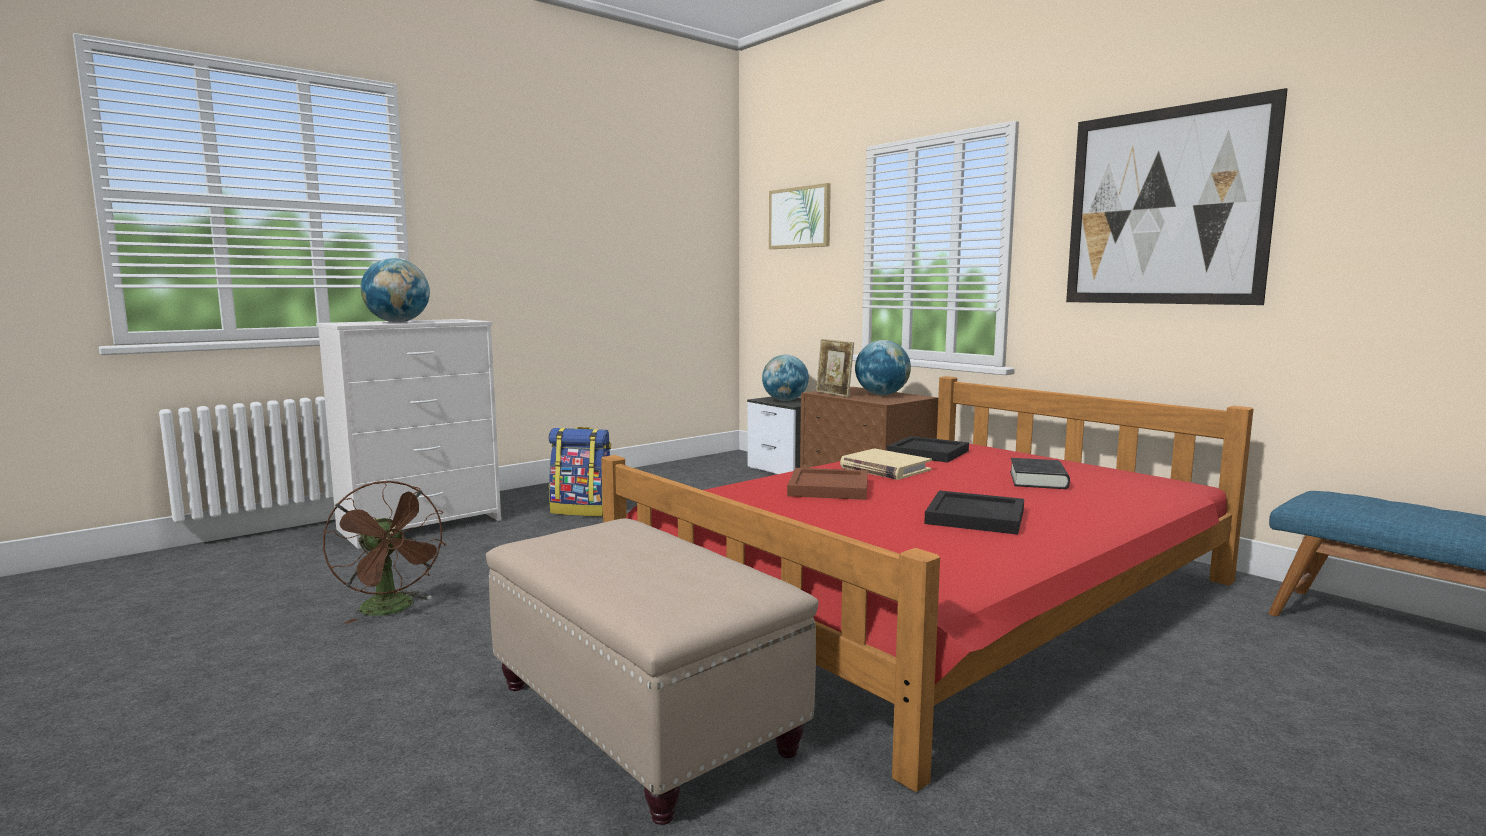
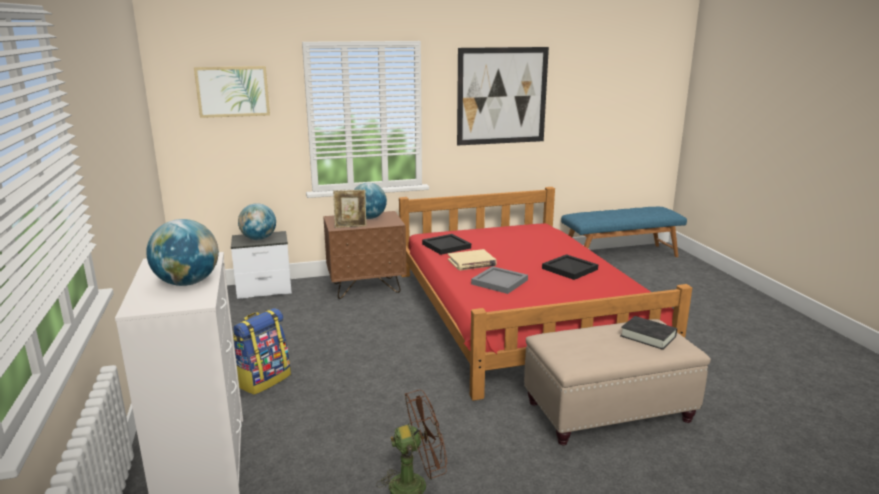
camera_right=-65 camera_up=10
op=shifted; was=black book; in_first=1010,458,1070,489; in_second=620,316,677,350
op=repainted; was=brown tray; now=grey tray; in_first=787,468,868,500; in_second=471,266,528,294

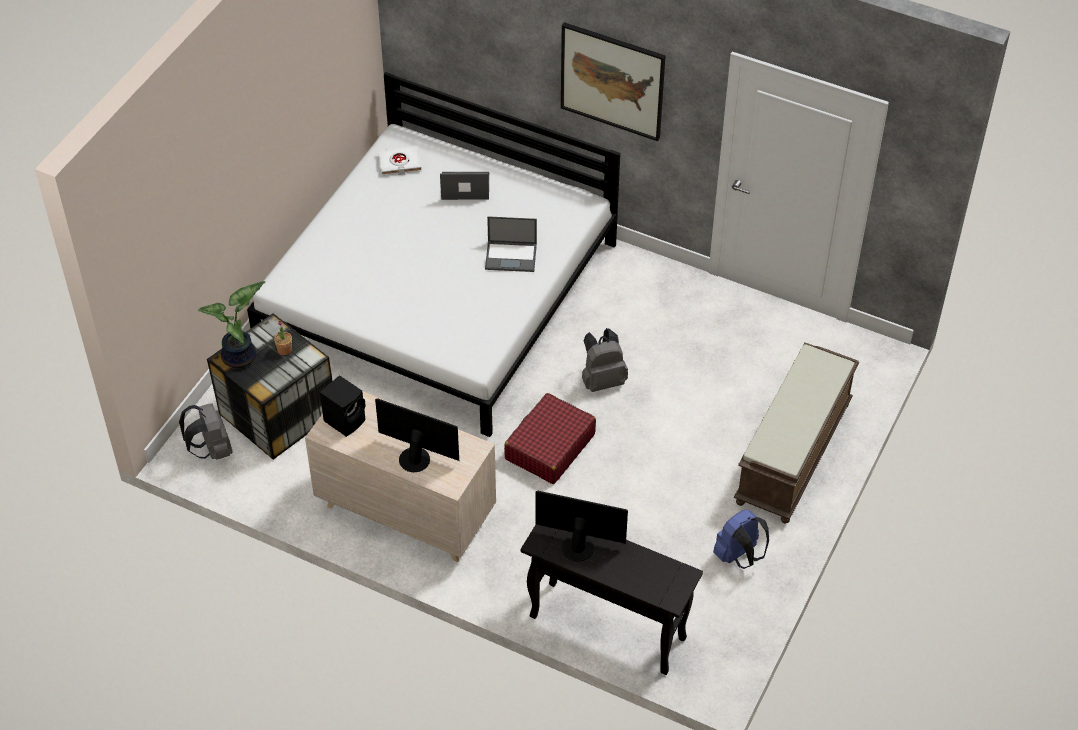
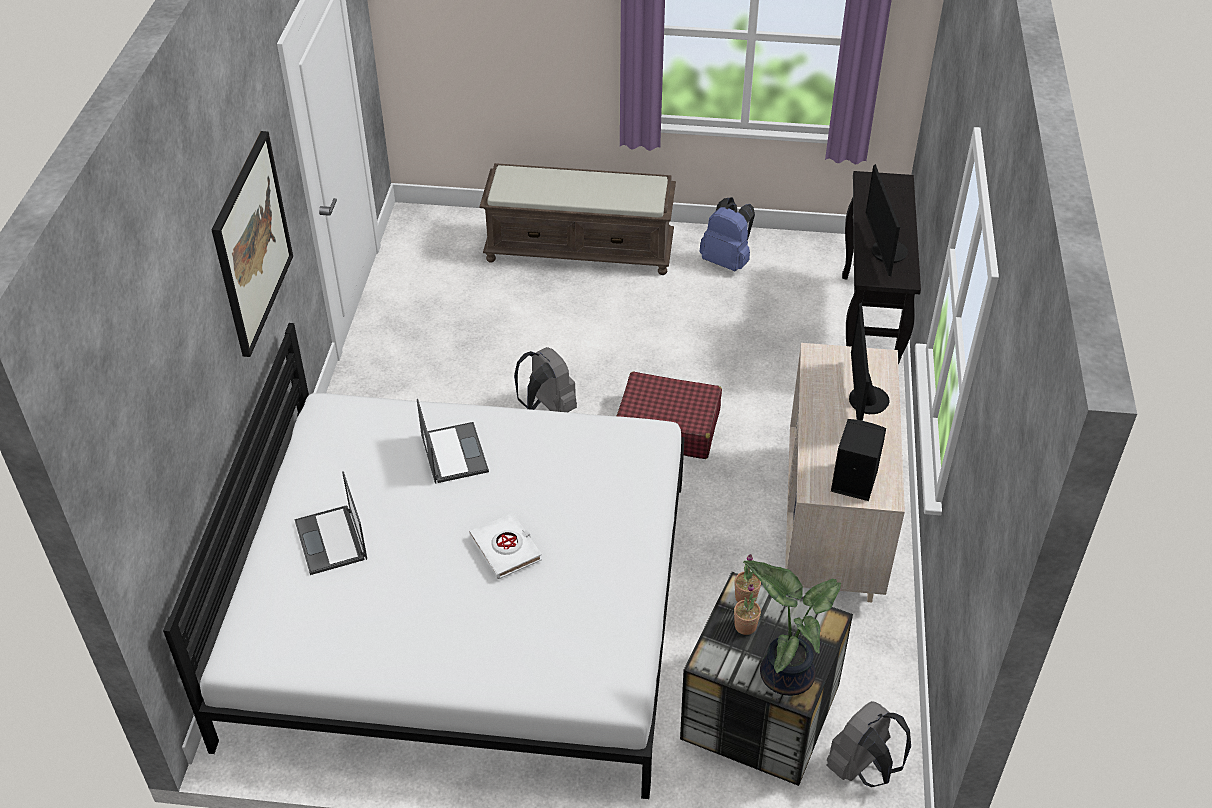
camera_right=-110 camera_up=-5
op=new; now=potted plant; in_second=734,554,761,602
op=shifted; was=white book; in_first=378,146,422,176; in_second=469,513,542,579

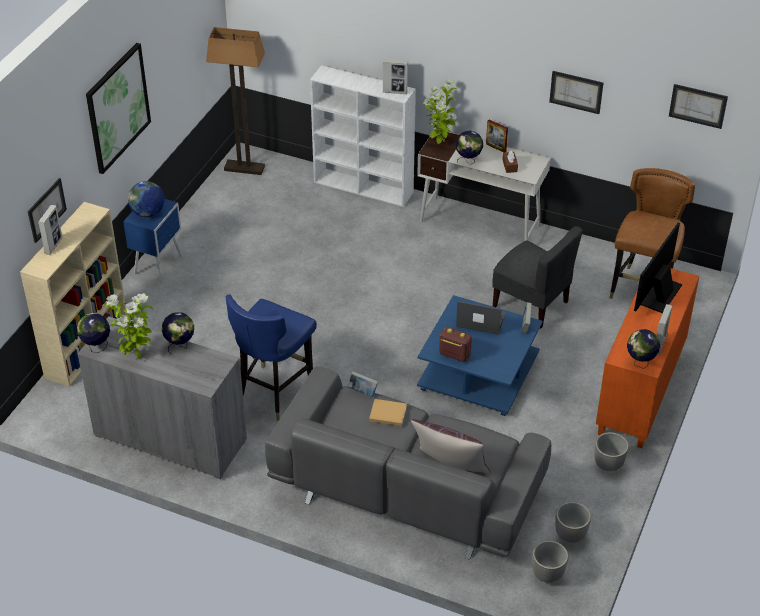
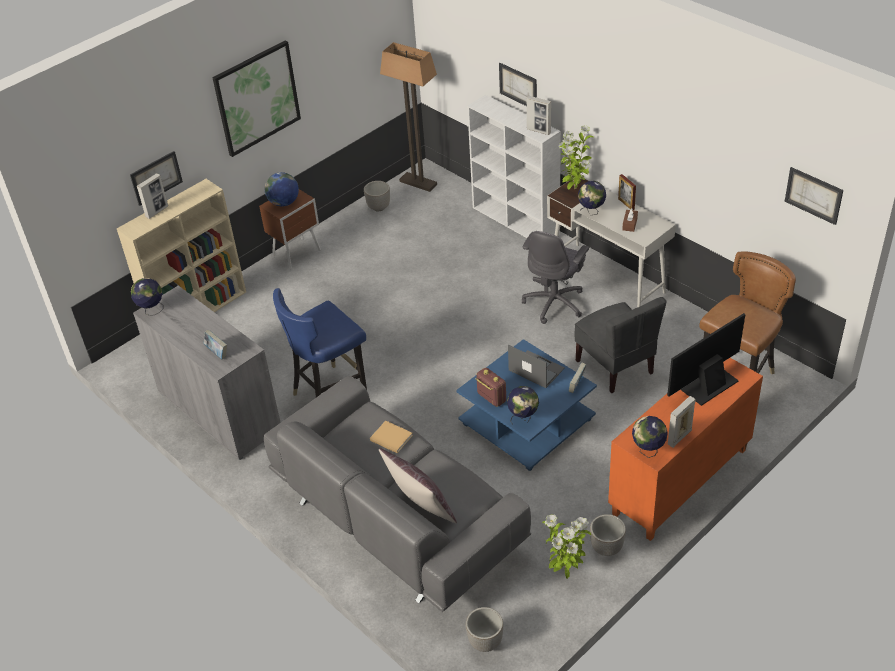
camera_right=25 camera_up=0
op=new; now=grey office chair; in_second=522,231,589,324
op=shifted; was=potted plant; in_first=104,293,153,359; in_second=542,514,591,579
op=shifted; was=globe; in_first=162,312,194,355; in_second=507,386,539,425
op=shifted; was=book; in_first=347,371,378,397; in_second=204,329,227,359
op=shifted; was=picture; in_first=549,71,603,114; in_second=499,63,537,106
op=shifted; was=planter; in_first=555,502,591,543; in_second=364,181,390,212
op=repainted; was=blue nightstand; now=brown nightstand; in_first=123,199,182,282; in_second=259,189,321,269

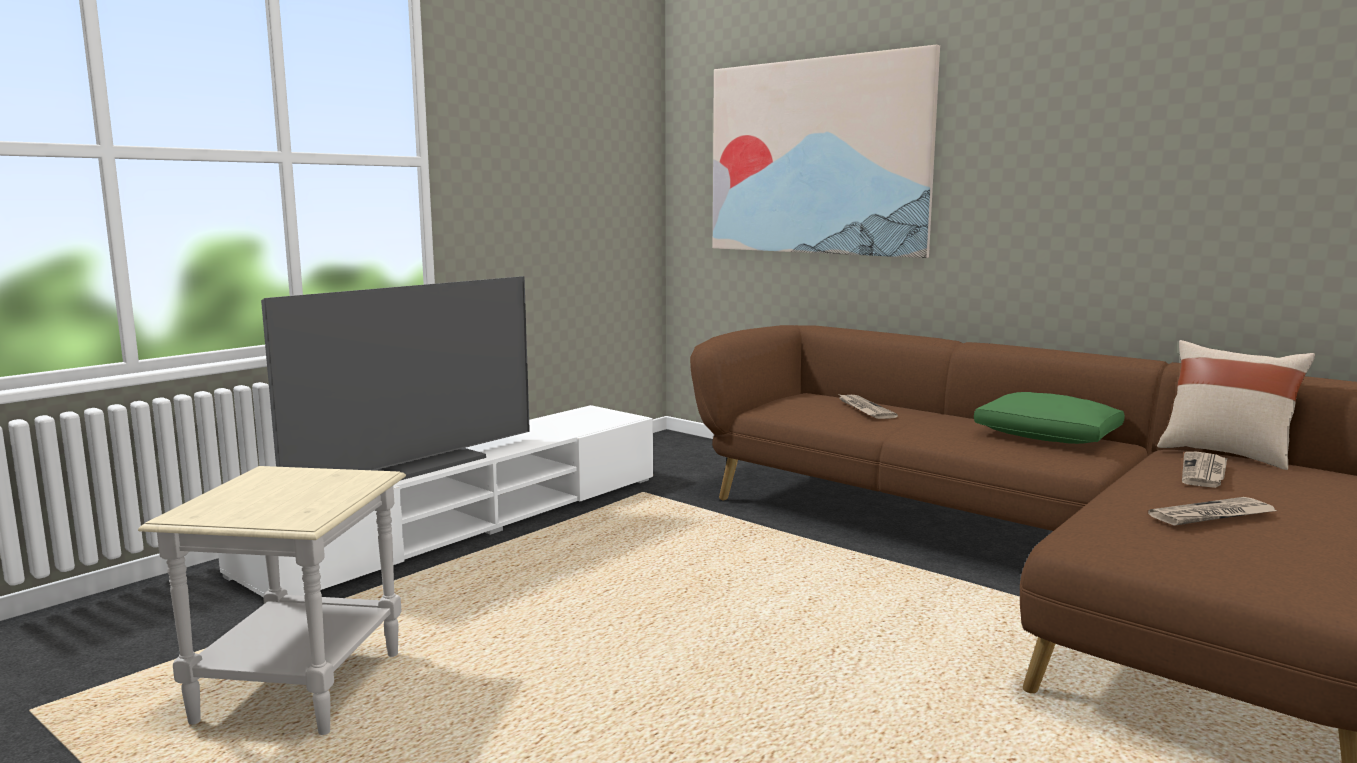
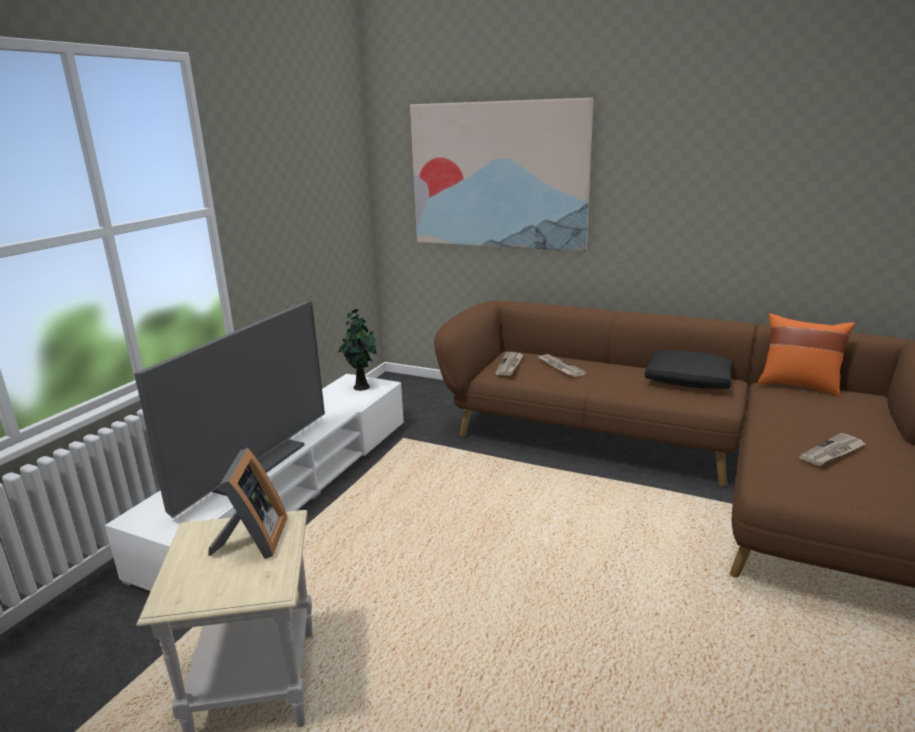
camera_right=-15 camera_up=10
op=new; now=picture frame; in_second=208,448,287,559
op=new; now=potted plant; in_second=338,309,377,391
op=shifted; was=newspaper; in_first=1182,452,1227,488; in_second=495,352,524,376
op=repainted; was=green pillow; now=black pillow; in_first=974,392,1125,444; in_second=645,350,734,389
op=repainted; was=beige pillow; now=orange pillow; in_first=1157,340,1315,470; in_second=758,313,855,396

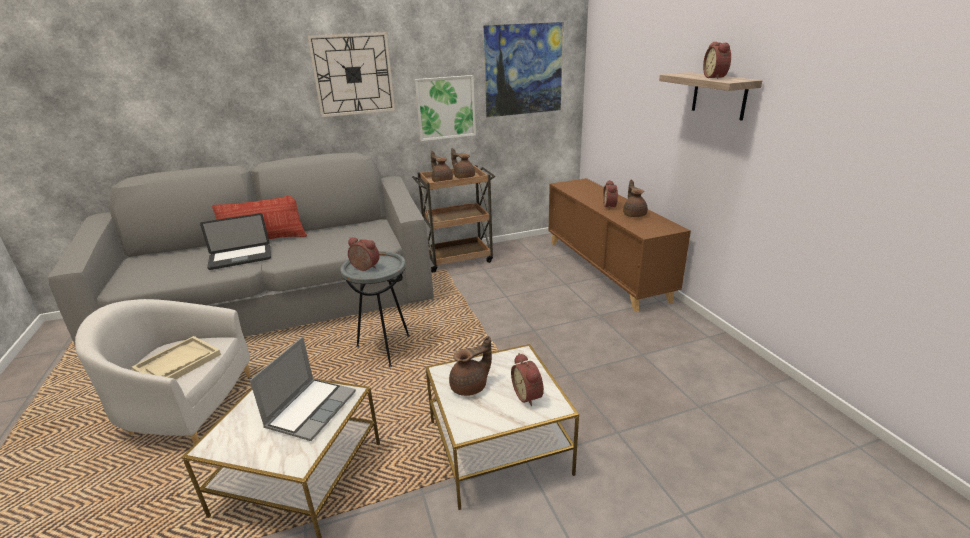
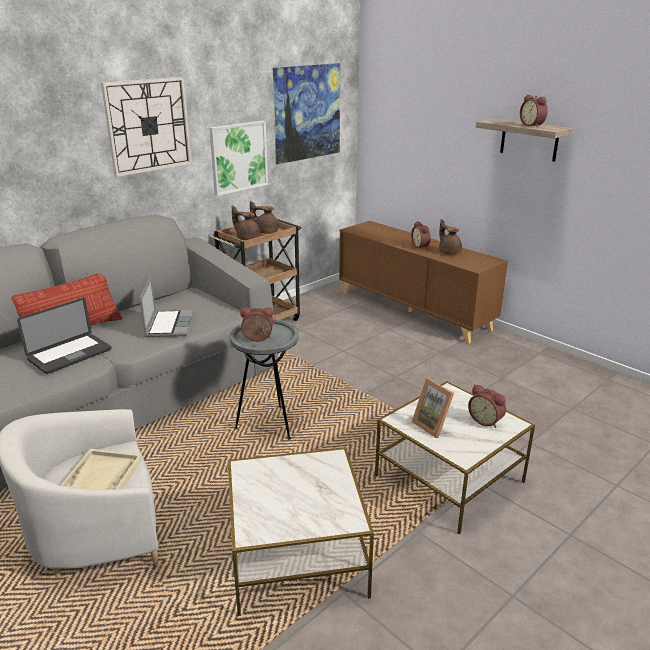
camera_right=-25 camera_up=0
op=shifted; was=laptop; in_first=250,337,356,441; in_second=140,276,194,337
op=swapped; was=brown teapot; now=picture frame; in_first=449,336,492,396; in_second=412,378,454,438

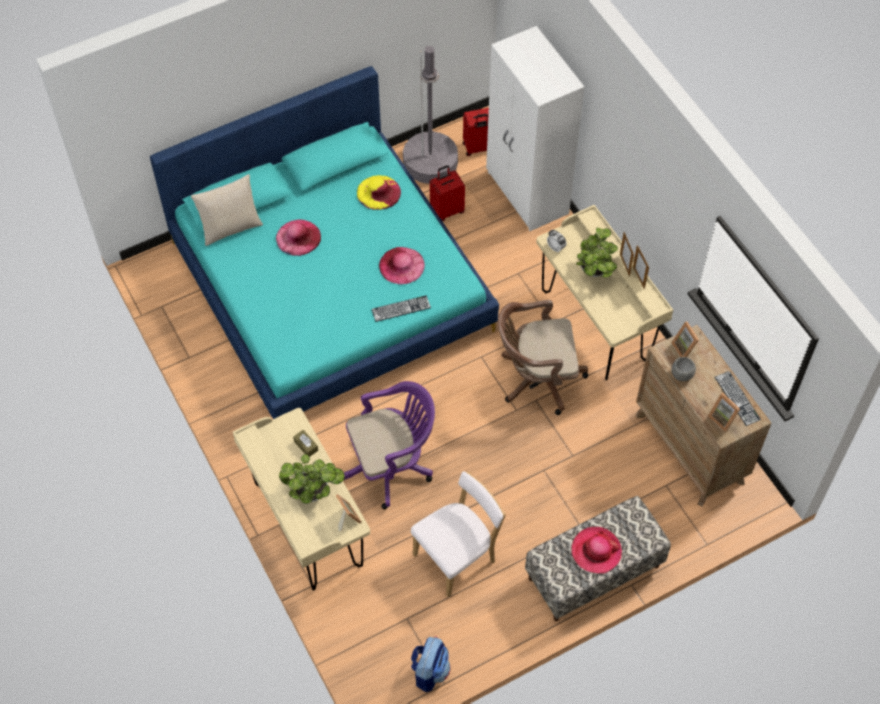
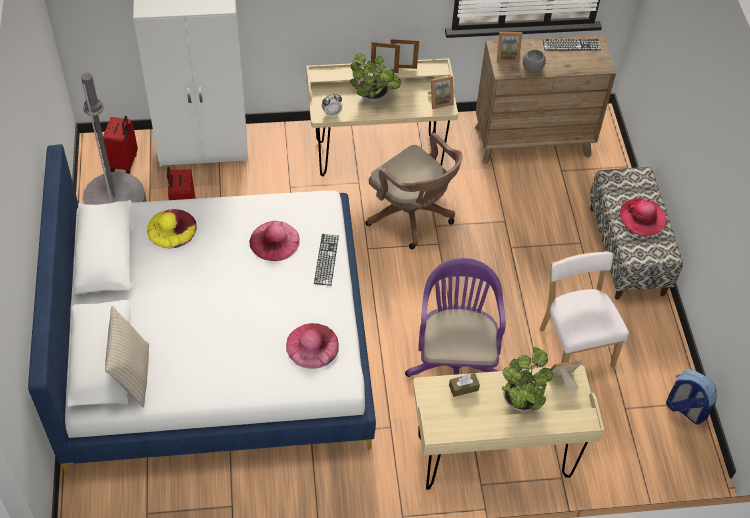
camera_right=-70 camera_up=-5
op=shifted; was=pink hat; in_first=276,220,321,256; in_second=286,323,339,369
op=shifted; was=picture frame; in_first=708,393,740,432; in_second=427,76,454,109
op=repainted; was=turquoise bed; now=white bed; in_first=150,66,499,419; in_second=28,144,376,474
op=rotated; was=brown office chair; in_first=498,300,588,415; in_second=365,133,462,249; clockwise=-60

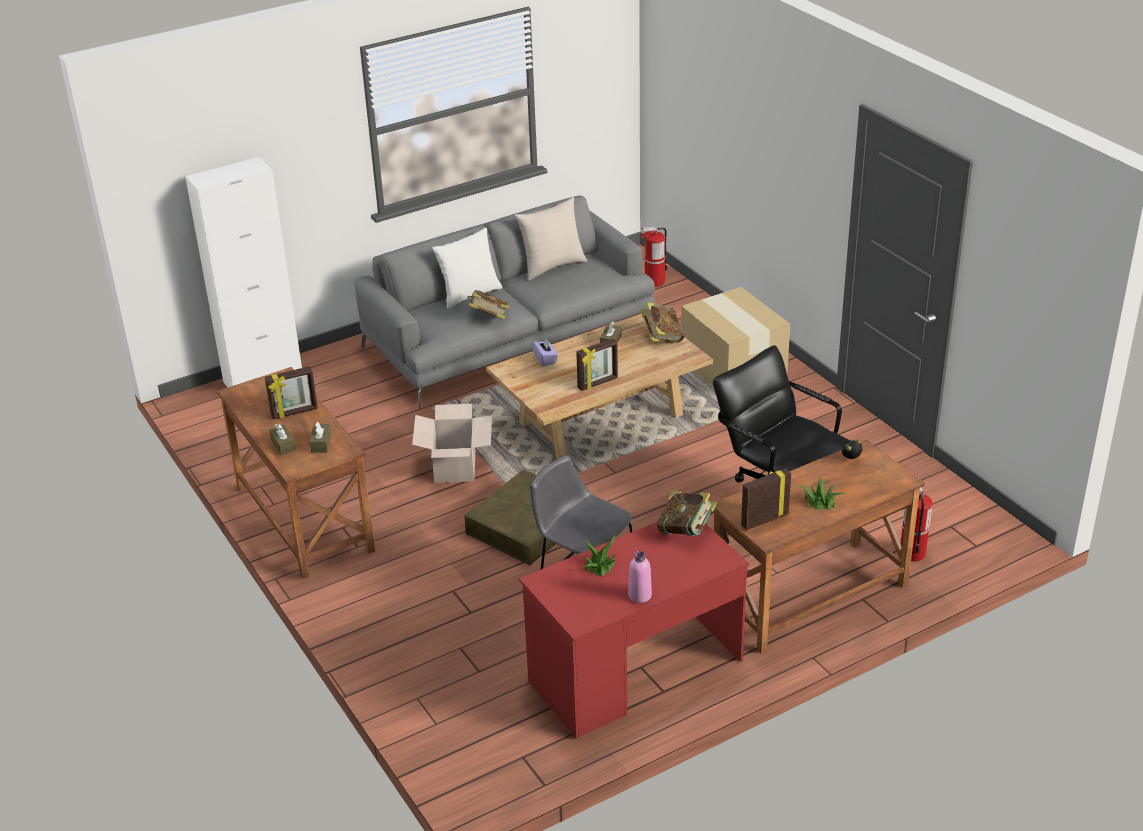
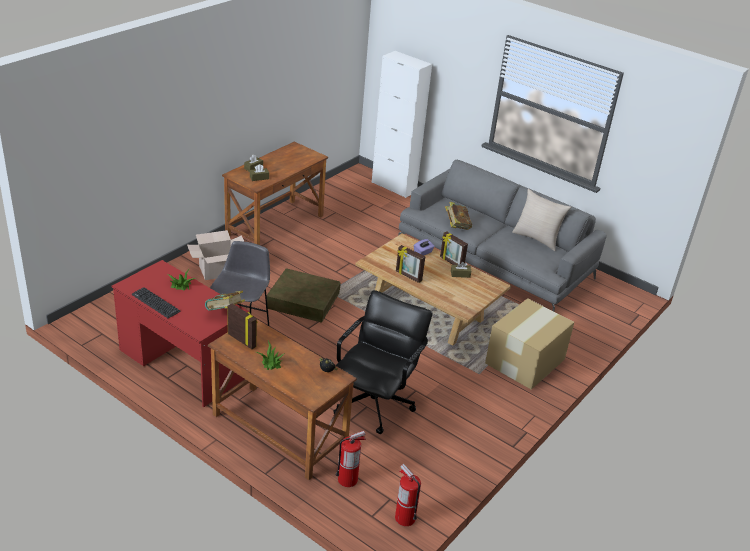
camera_right=65 camera_up=0
op=gone; was=white pillow; in_first=432,228,502,309
op=gone; was=book; in_first=640,302,684,343
op=shifted; was=picture frame; in_first=265,366,318,419; in_second=440,232,468,265
op=shifted; was=cardboard box; in_first=412,404,492,483; in_second=187,230,245,280
op=shifted; was=fire extinguisher; in_first=640,227,668,287; in_second=395,464,421,526
op=swapped; was=pink bottle; now=keyboard; in_first=628,551,652,603; in_second=132,287,181,318

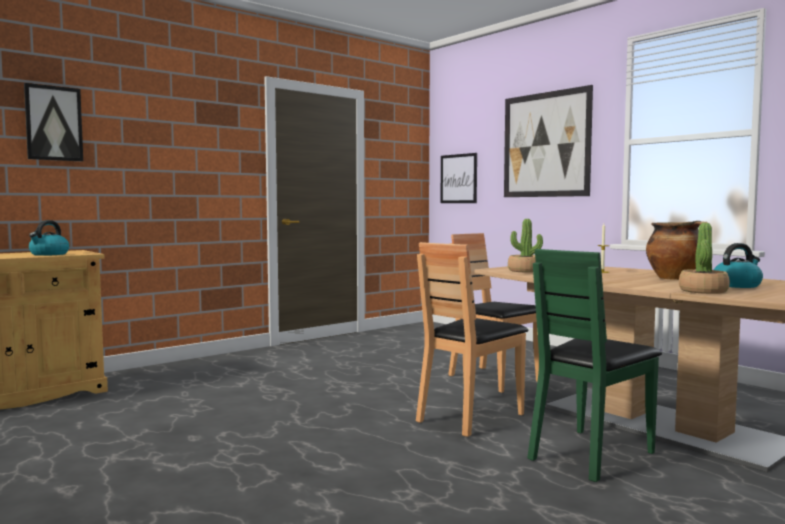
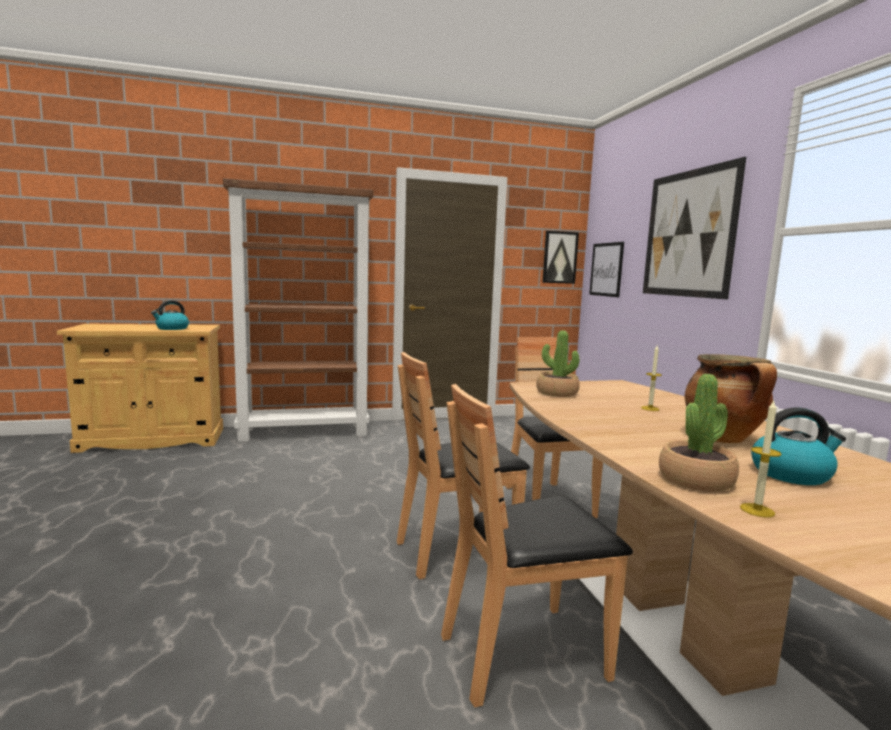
camera_right=25 camera_up=5
op=new; now=brown bookcase; in_second=223,178,373,442
op=new; now=candle; in_second=740,401,782,518
op=shifted; was=picture; in_first=24,83,83,161; in_second=542,231,579,284
op=repainted; was=green chair; now=brown chair; in_first=527,249,662,482; in_second=441,384,633,707

